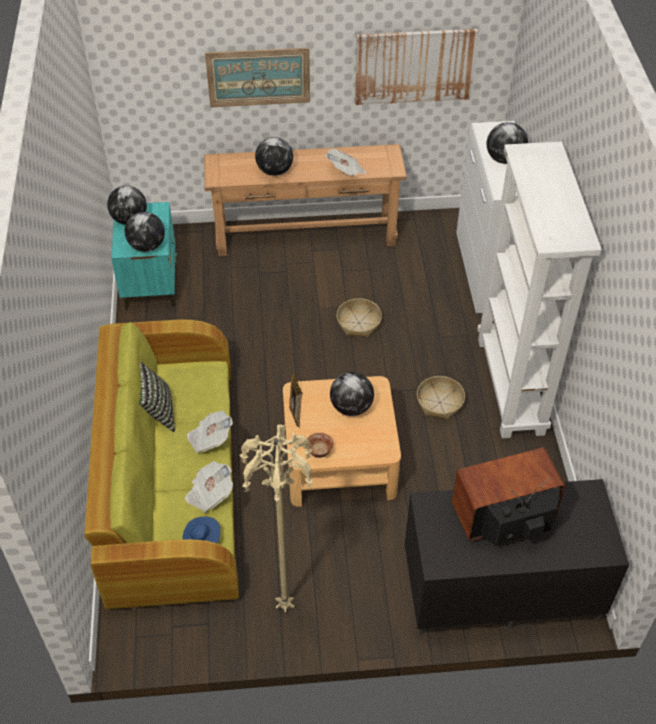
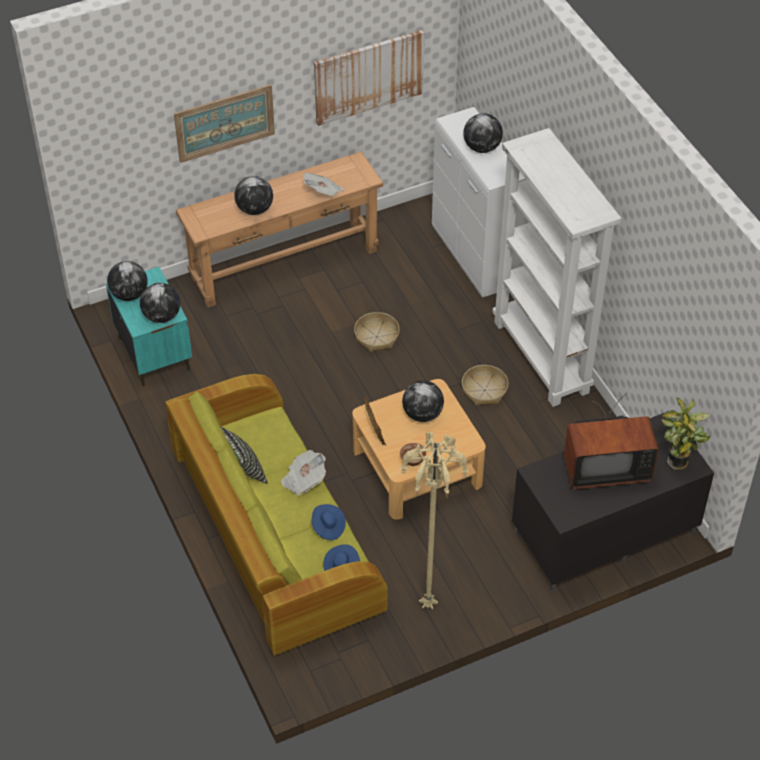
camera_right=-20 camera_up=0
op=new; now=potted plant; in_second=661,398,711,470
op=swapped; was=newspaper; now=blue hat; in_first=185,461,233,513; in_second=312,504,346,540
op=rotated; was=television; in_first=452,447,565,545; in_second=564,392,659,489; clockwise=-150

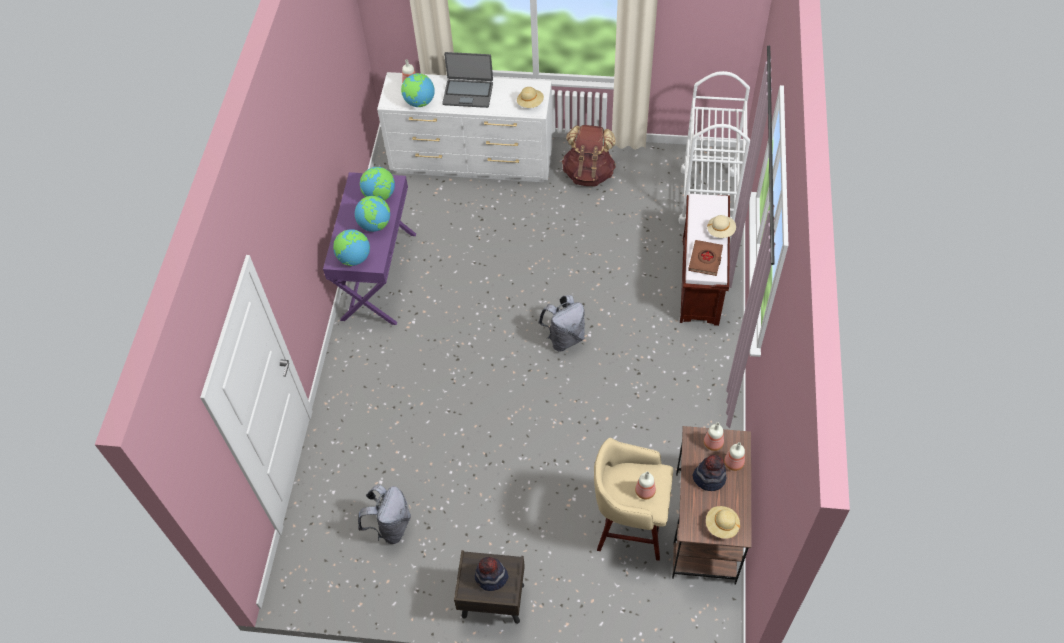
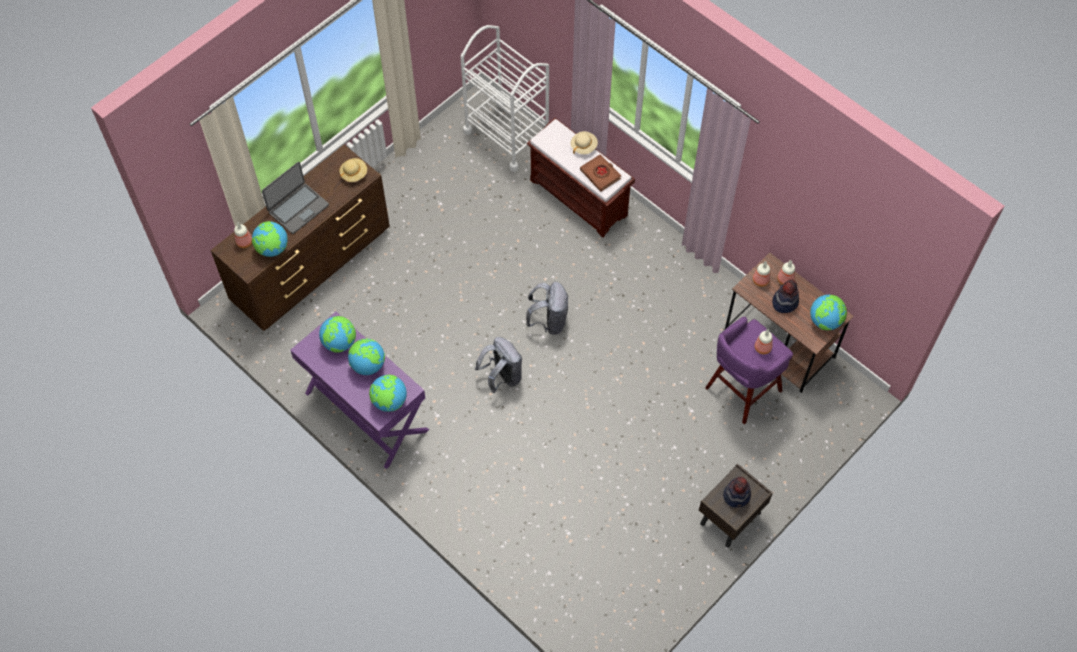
camera_right=-55 camera_up=5
op=gone; was=brown backpack; in_first=562,125,616,186
op=shifted; was=grey backpack; in_first=358,485,411,544; in_second=475,337,522,393
op=swapped; was=beige hat; now=globe; in_first=706,506,740,539; in_second=810,295,847,330
op=repainted; was=white dresser; now=brown dresser; in_first=377,72,553,182; in_second=211,145,390,331
op=repainted; was=beige stool; now=purple stool; in_first=594,438,673,561; in_second=705,316,793,424

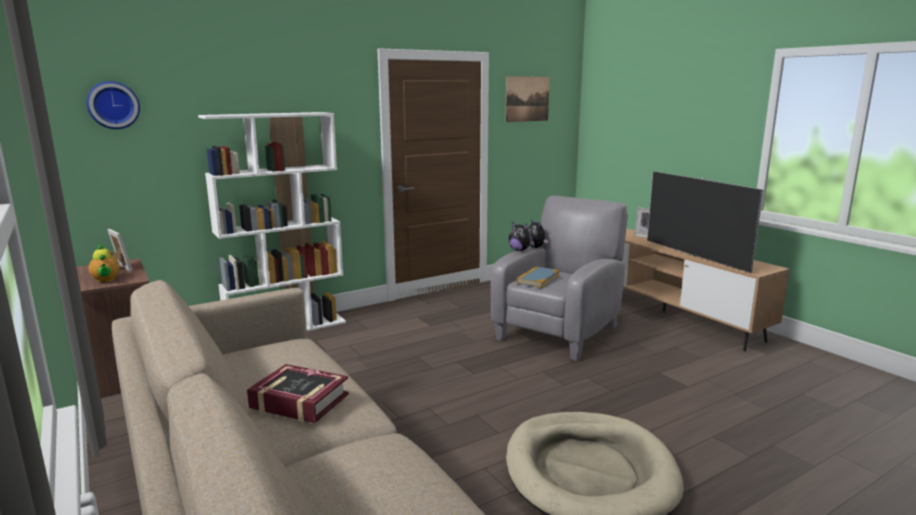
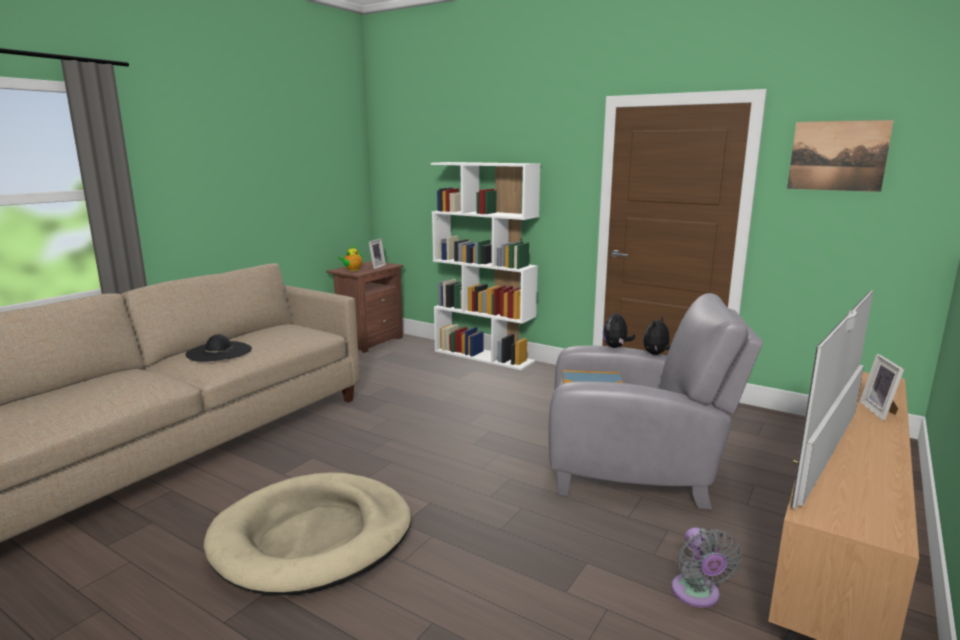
camera_right=65 camera_up=0
op=gone; was=wall clock; in_first=86,81,140,129
op=new; now=grey fan; in_second=672,527,742,608
op=swapped; was=book; now=black hat; in_first=247,364,349,423; in_second=185,334,252,362

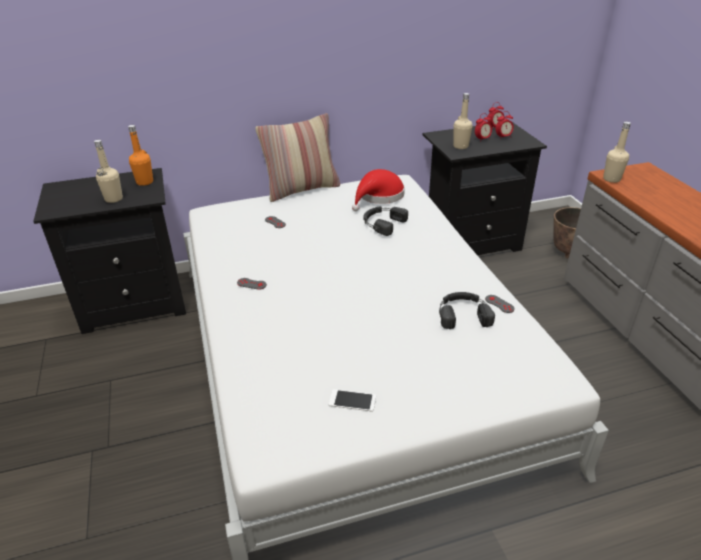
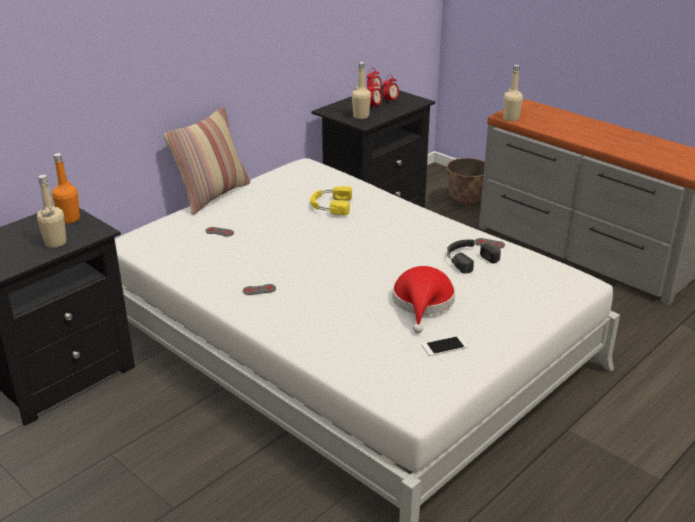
camera_right=-30 camera_up=-5
op=shifted; was=red hat; in_first=352,169,405,211; in_second=392,266,455,333
op=repainted; was=black headphones; now=yellow headphones; in_first=363,206,408,236; in_second=310,186,352,215

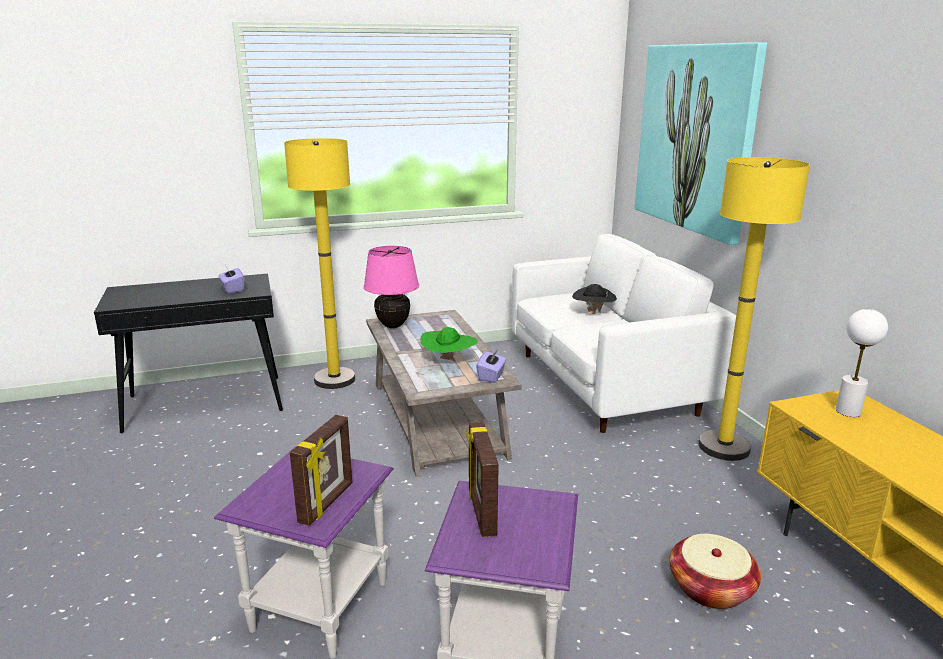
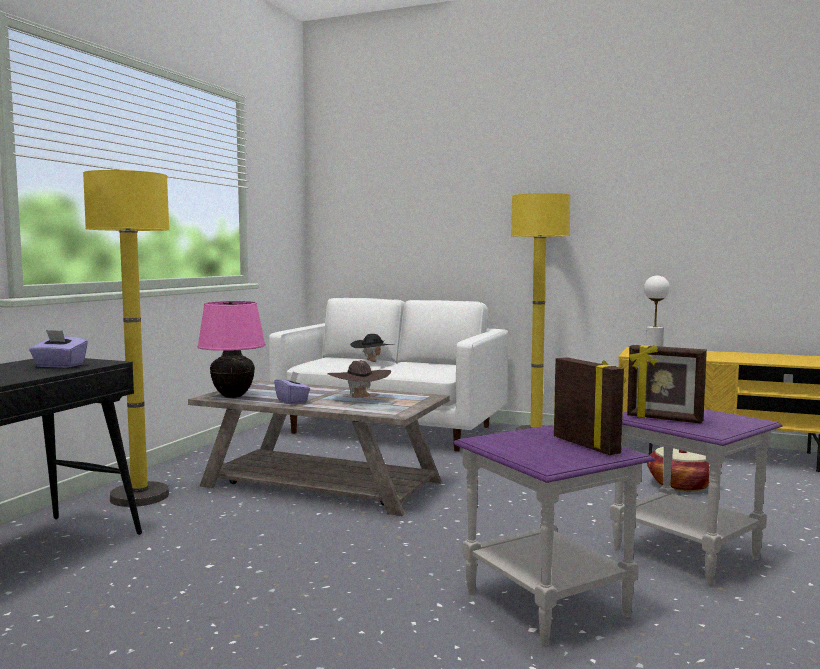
camera_right=-50 camera_up=-15
op=gone; was=picture; in_first=635,42,767,245
op=shifted; was=purple tissue box; in_first=476,349,506,383; in_second=274,372,310,405
op=repainted; was=green hat; now=brown hat; in_first=420,327,477,361; in_second=328,360,391,398

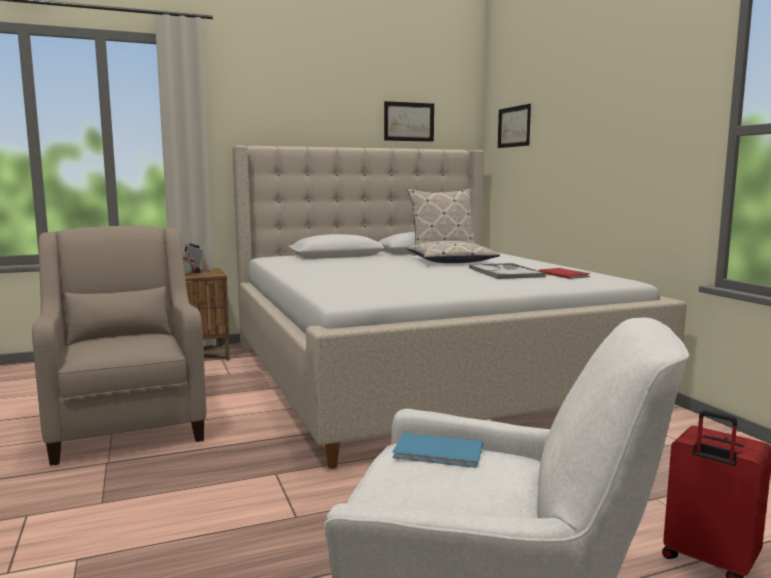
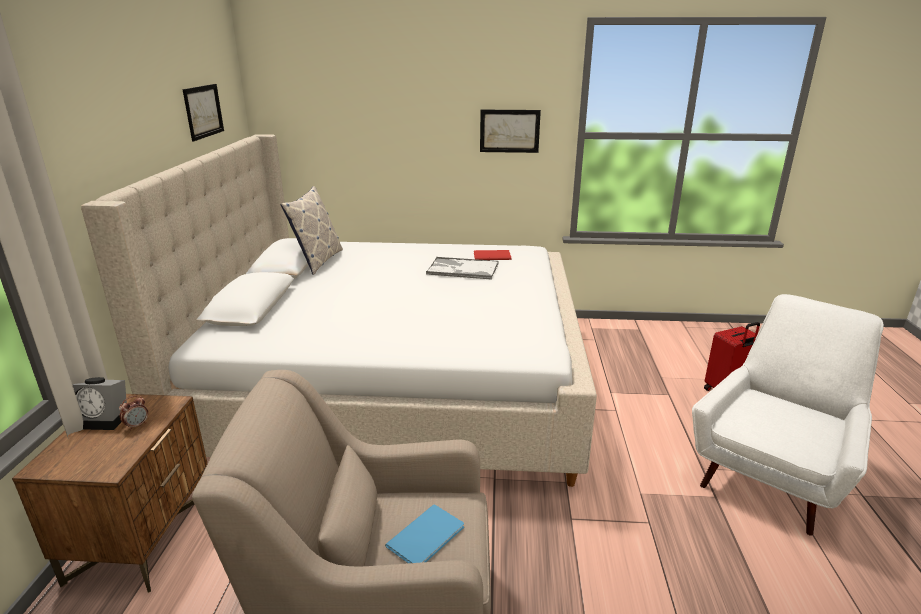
camera_right=-65 camera_up=15
op=gone; was=pillow; in_first=407,240,500,263
op=shifted; was=blue book; in_first=392,433,483,468; in_second=385,504,464,563
op=shifted; was=picture; in_first=498,104,531,148; in_second=480,110,541,153

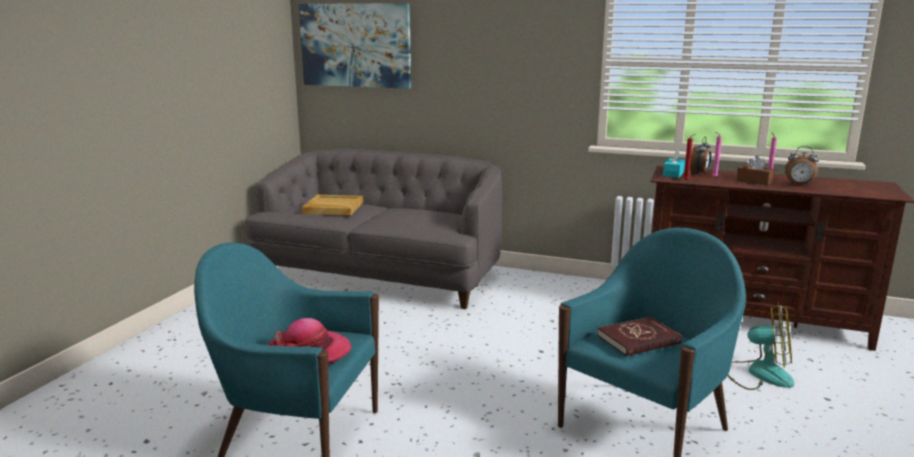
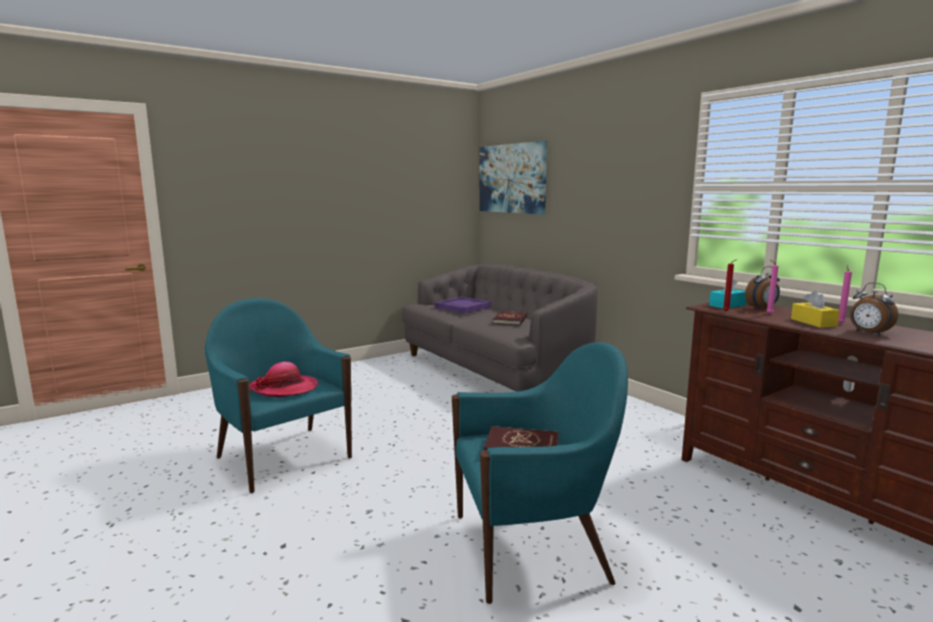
camera_right=35 camera_up=-5
op=gone; was=fan; in_first=728,303,794,390
op=new; now=red book; in_second=493,311,527,325
op=repainted; was=beige tray; now=purple tray; in_first=302,195,363,215; in_second=435,297,491,314
op=repainted; was=brown tissue box; now=yellow tissue box; in_first=736,156,775,185; in_second=791,291,840,328

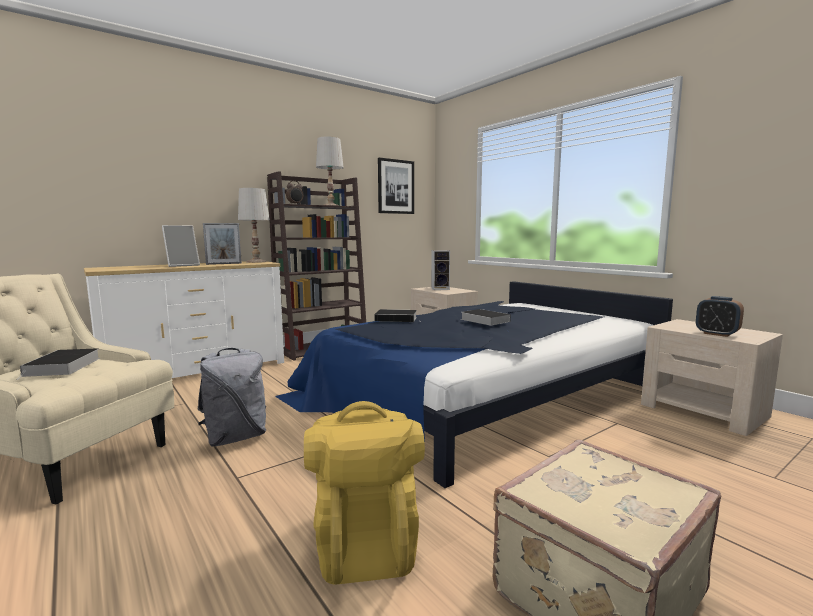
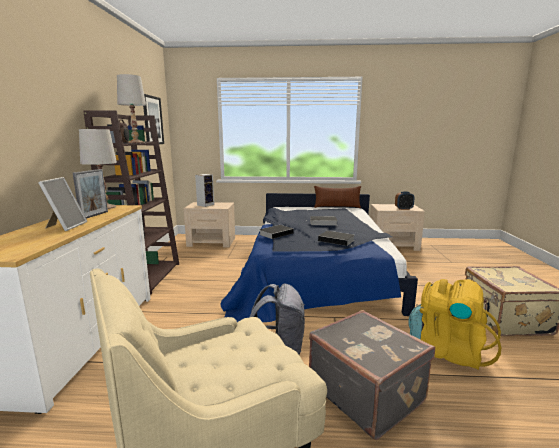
camera_right=-50 camera_up=5
op=new; now=grey suitcase; in_second=309,310,435,440
op=new; now=brown pillow; in_second=314,186,361,208
op=shifted; was=book; in_first=18,348,100,380; in_second=318,231,354,247

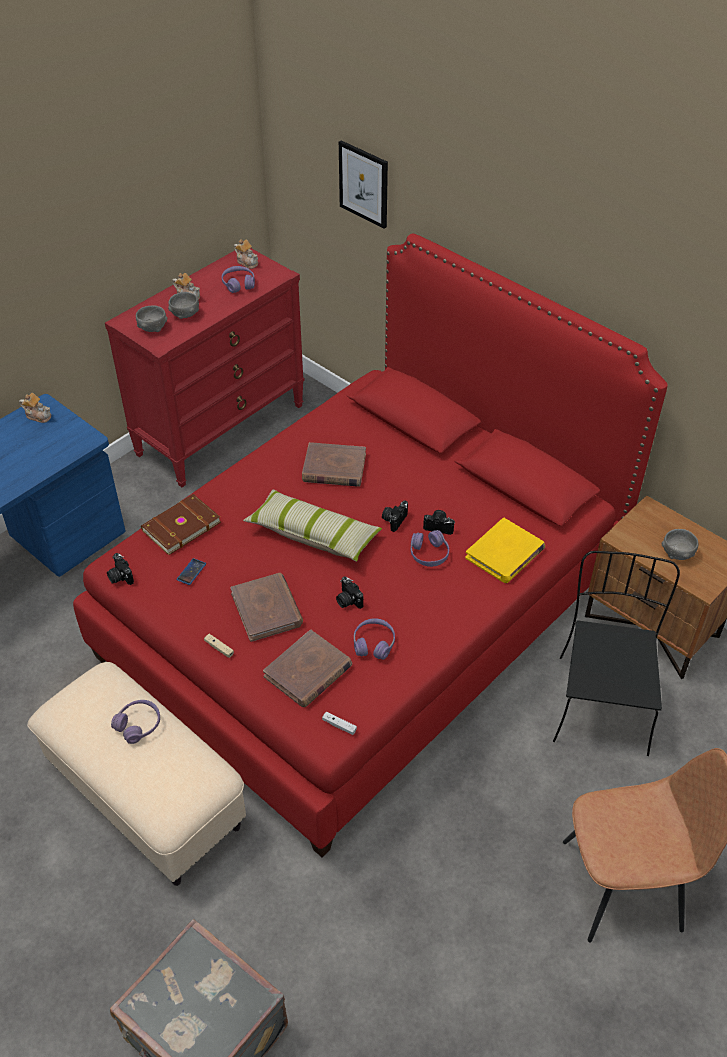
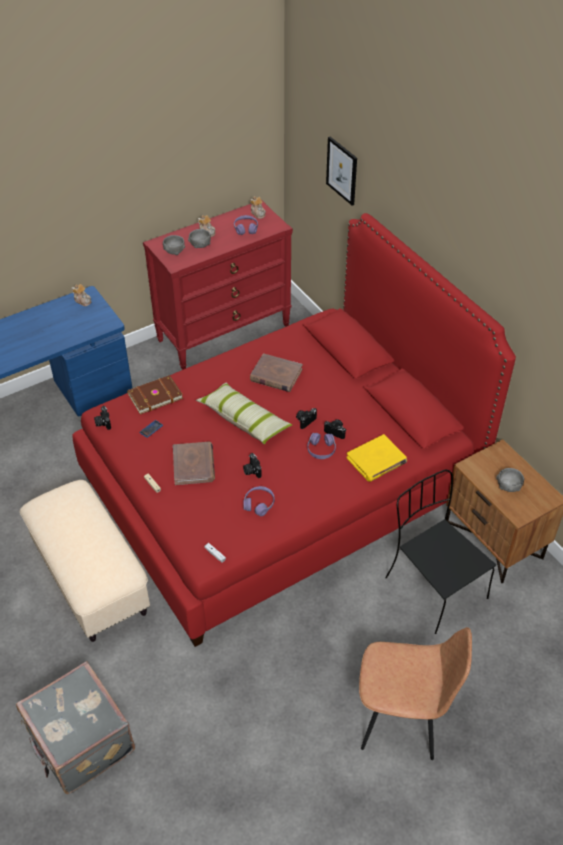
camera_right=15 camera_up=0
op=gone; was=purple headphones; in_first=111,700,160,744
op=gone; was=brown book; in_first=263,630,352,707
op=rotated; was=black chair; in_first=553,551,680,756; in_second=385,470,496,634; clockwise=-60

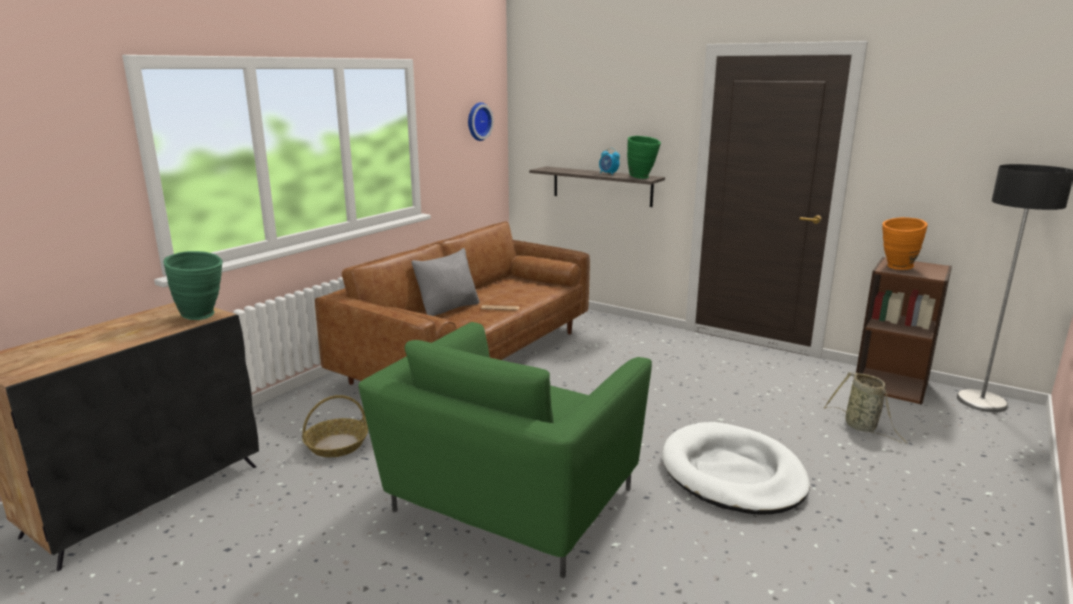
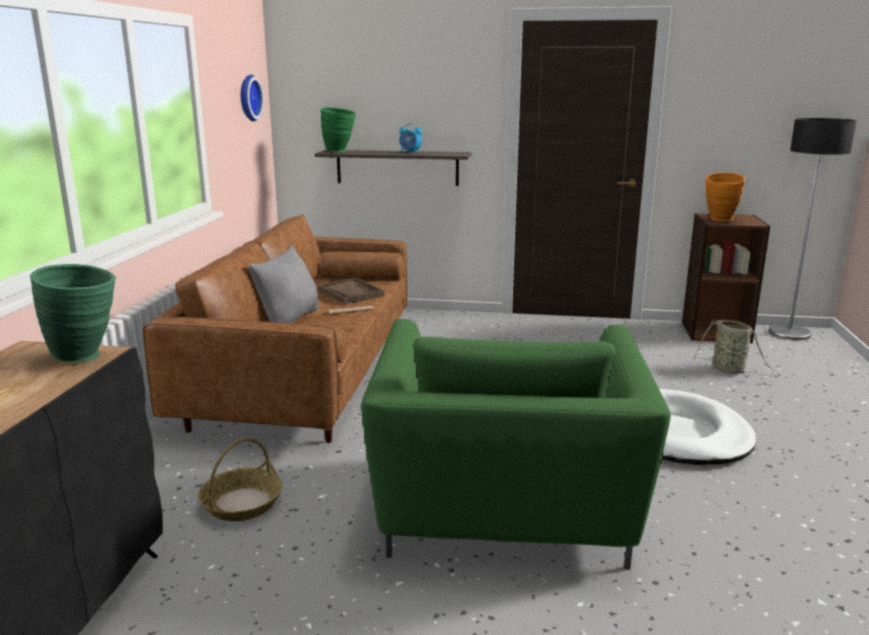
camera_right=-25 camera_up=0
op=new; now=brown tray; in_second=318,278,385,304
op=shifted; was=green vase; in_first=627,136,661,179; in_second=321,107,356,152

